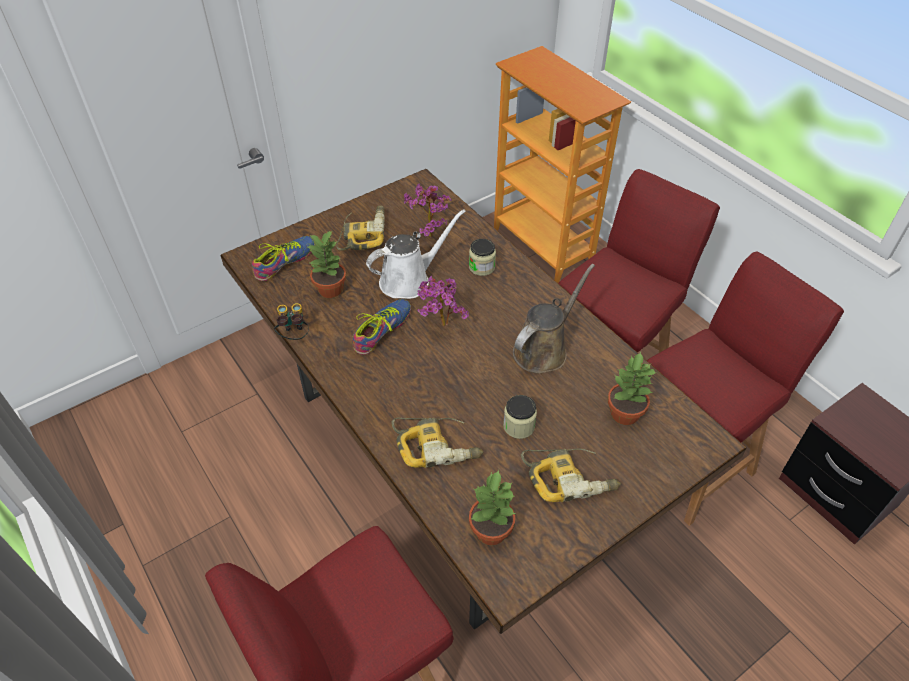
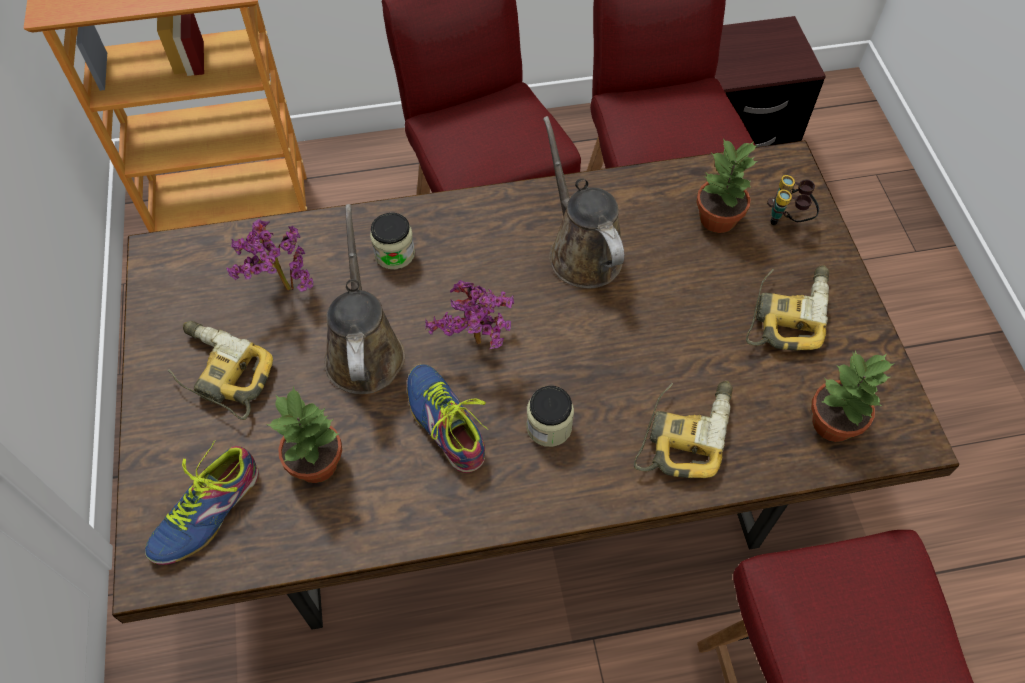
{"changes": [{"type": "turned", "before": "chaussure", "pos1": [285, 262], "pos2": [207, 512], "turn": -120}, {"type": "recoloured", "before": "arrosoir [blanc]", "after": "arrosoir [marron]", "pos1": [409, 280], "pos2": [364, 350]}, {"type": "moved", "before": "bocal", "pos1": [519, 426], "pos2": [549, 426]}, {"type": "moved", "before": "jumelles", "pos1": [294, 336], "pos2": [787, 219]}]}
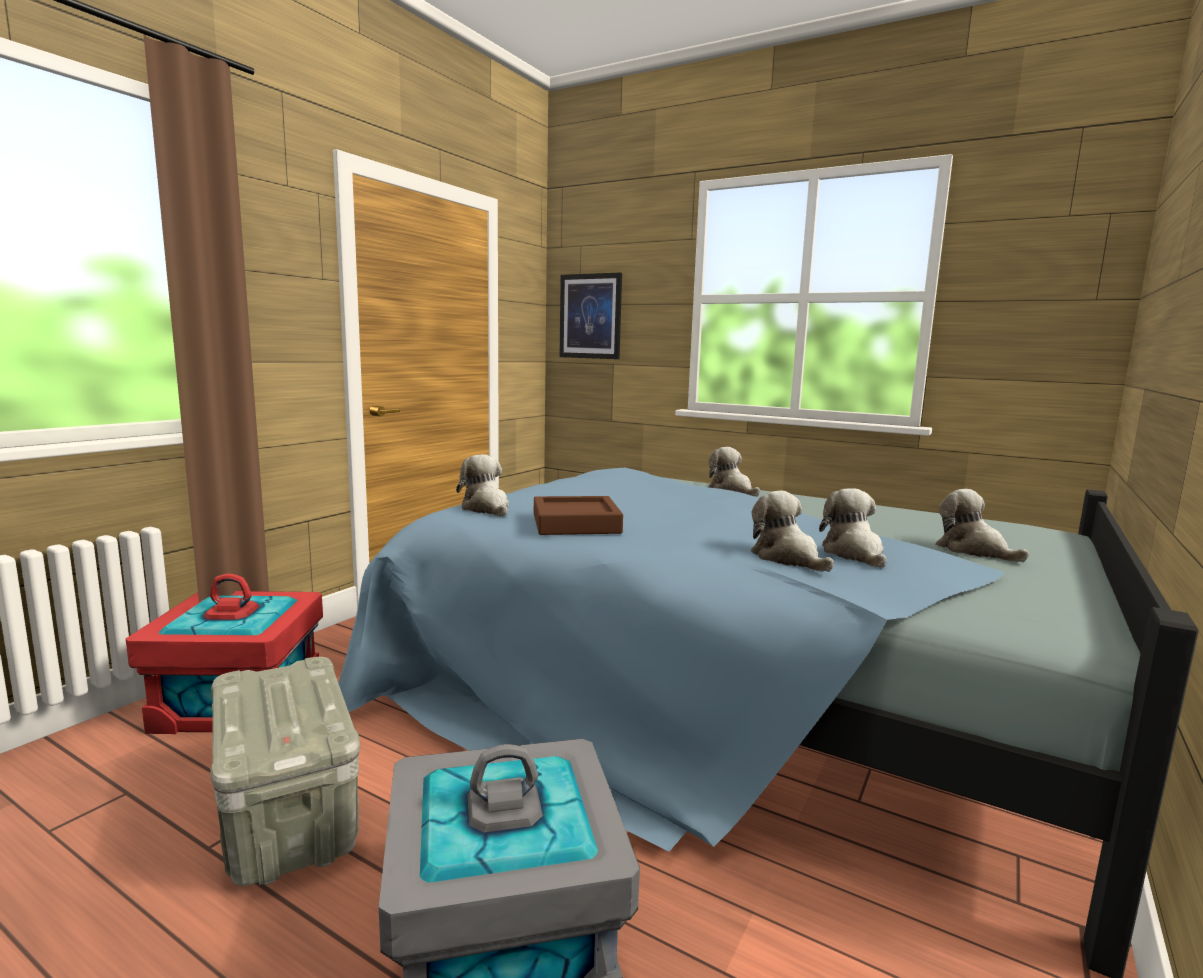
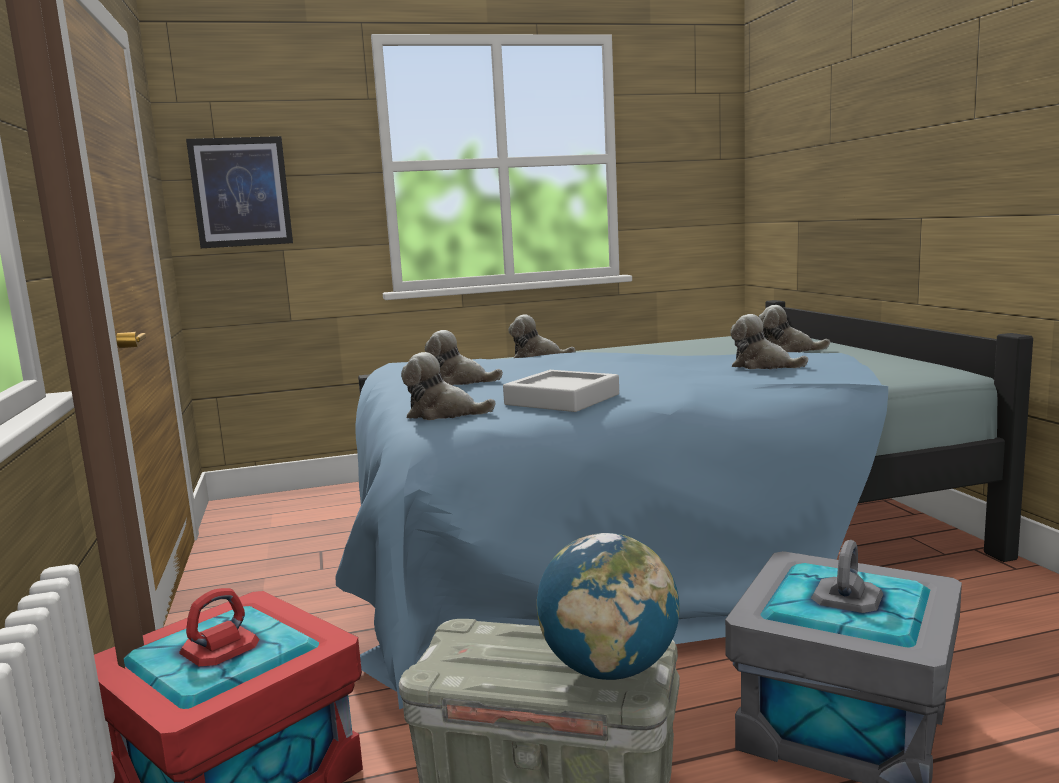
{"changes": [{"type": "moved", "before": "peluche", "pos1": [787, 558], "pos2": [459, 381]}, {"type": "recoloured", "before": "plateau [marron]", "after": "plateau [gris]", "pos1": [576, 524], "pos2": [562, 399]}, {"type": "added", "after": "globe", "pos2": [610, 669]}]}
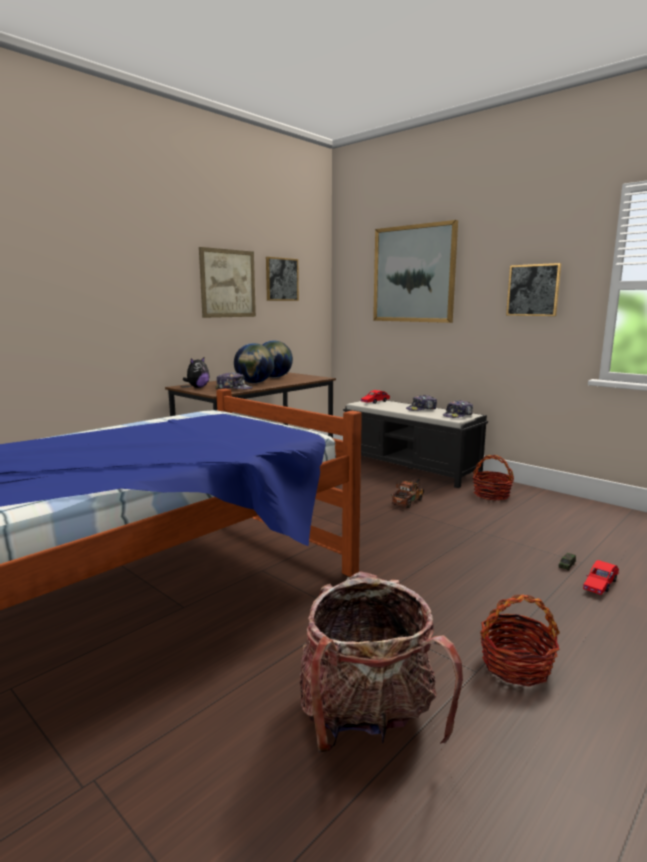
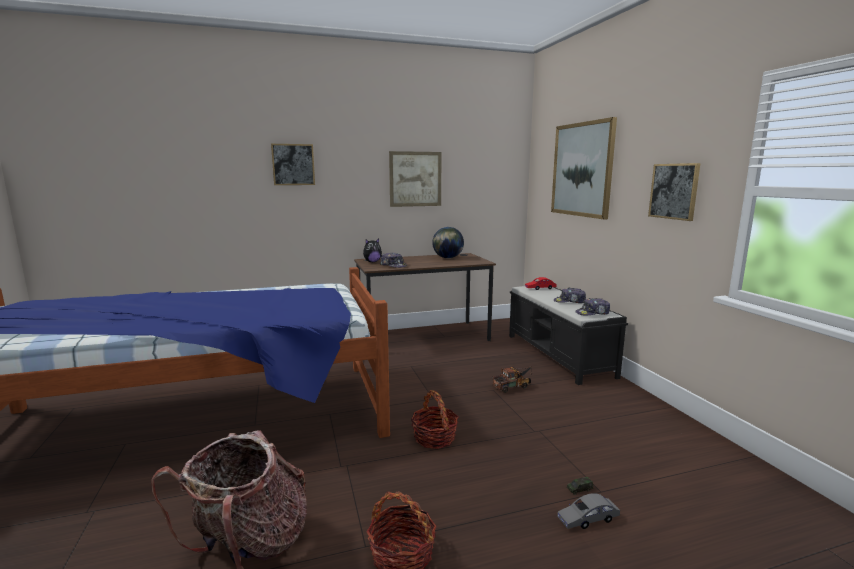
{"changes": [{"type": "moved", "before": "tableau", "pos1": [281, 279], "pos2": [293, 164]}, {"type": "moved", "before": "panier", "pos1": [491, 495], "pos2": [434, 438]}, {"type": "recoloured", "before": "petite voiture [rouge]", "after": "petite voiture [gris]", "pos1": [600, 584], "pos2": [588, 519]}, {"type": "removed", "before": "globe", "pos1": [254, 383]}]}
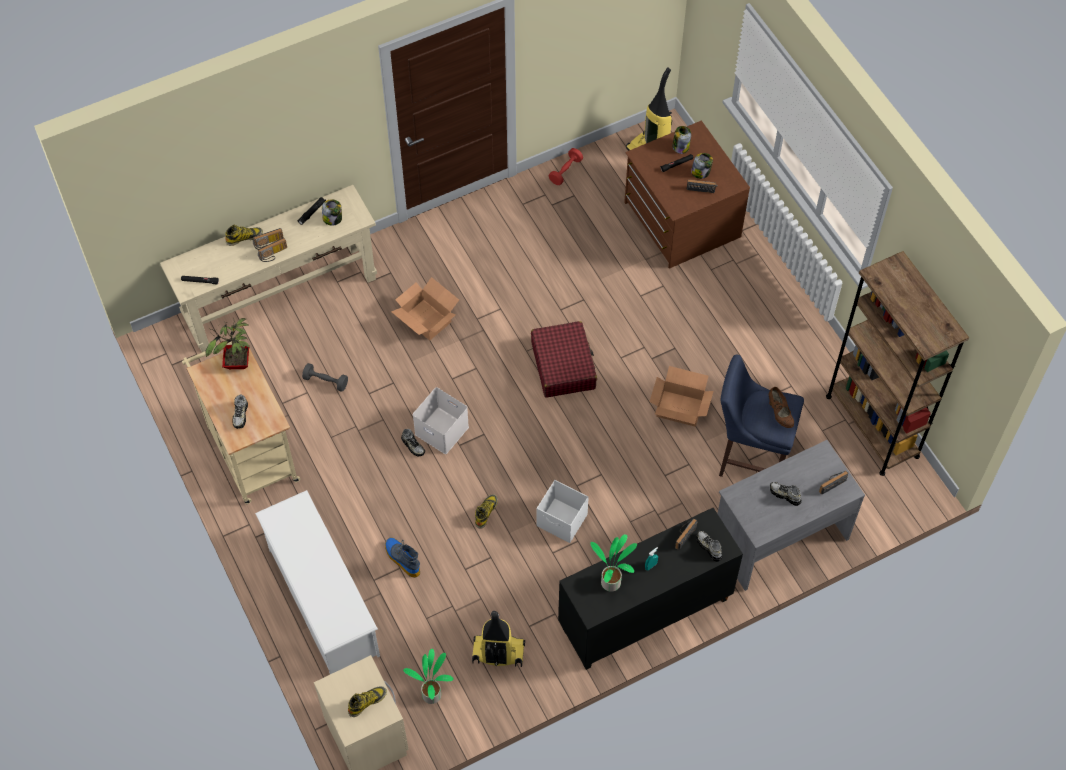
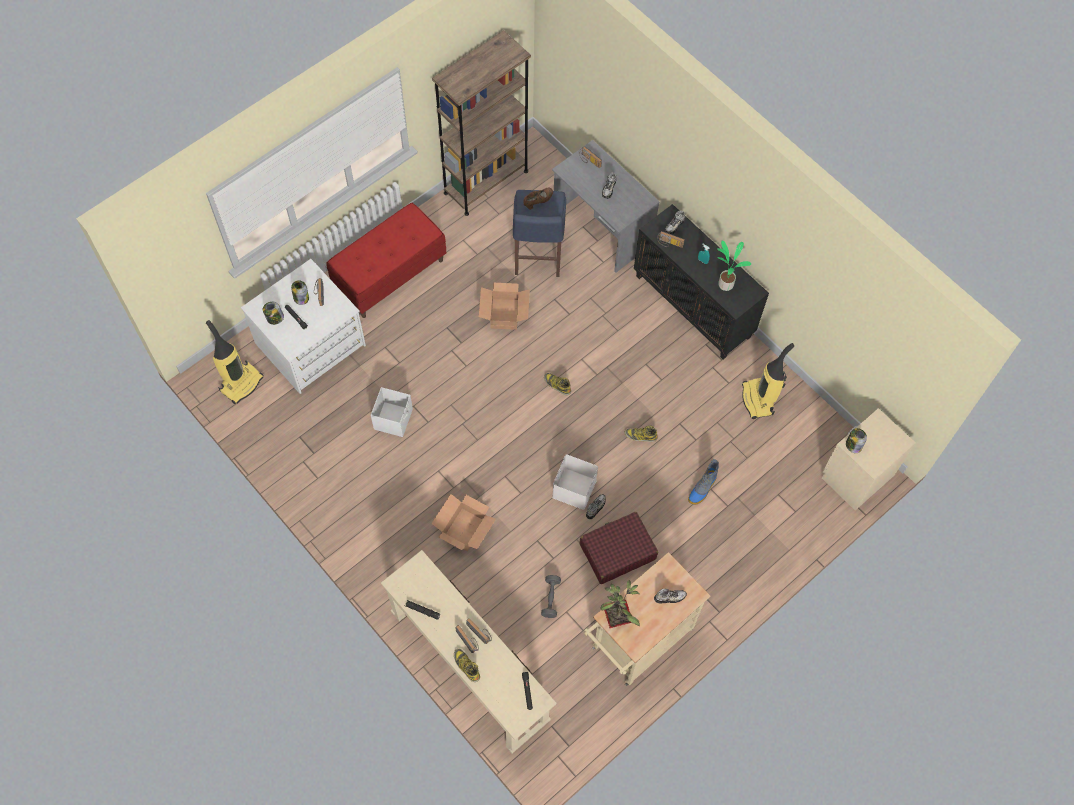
{"changes": [{"type": "recoloured", "before": "commode [marron]", "after": "commode [blanc]", "pos1": [680, 220], "pos2": [311, 346]}, {"type": "added", "after": "banc [rouge]", "pos2": [390, 274]}, {"type": "moved", "before": "boîte de rangement [blanc]", "pos1": [562, 521], "pos2": [394, 419]}, {"type": "moved", "before": "botte", "pos1": [367, 702], "pos2": [557, 385]}, {"type": "moved", "before": "valise [rouge]", "pos1": [563, 365], "pos2": [617, 551]}, {"type": "moved", "before": "bocal", "pos1": [333, 218], "pos2": [853, 445]}, {"type": "removed", "before": "étagère à chaussures [blanc]", "pos1": [323, 601]}, {"type": "removed", "before": "plante en pot", "pos1": [433, 694]}, {"type": "removed", "before": "haltère [rouge]", "pos1": [565, 171]}]}
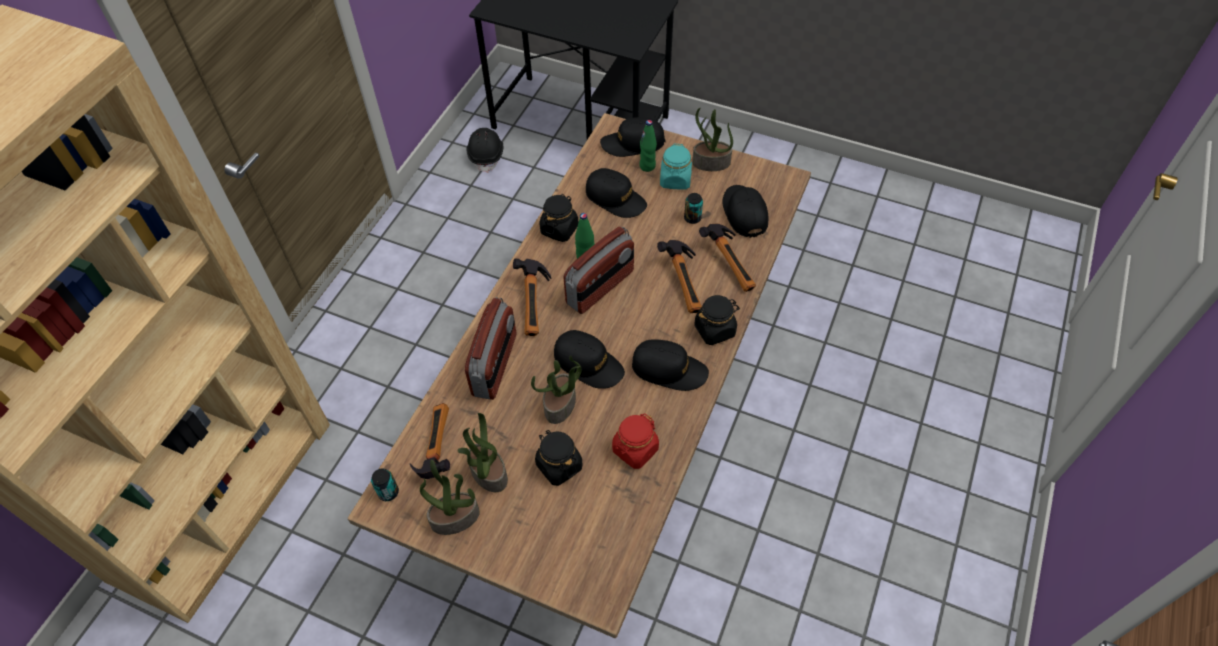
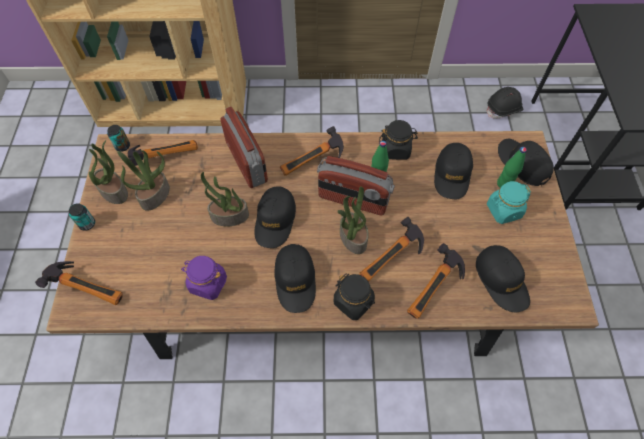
{"changes": [{"type": "added", "after": "marteau", "pos2": [90, 286]}, {"type": "moved", "before": "boîte métallique", "pos1": [692, 218], "pos2": [87, 224]}, {"type": "recoloured", "before": "bocal [rouge]", "after": "bocal [violet]", "pos1": [635, 450], "pos2": [208, 283]}, {"type": "turned", "before": "radio", "pos1": [495, 365], "pos2": [247, 162], "turn": -105}, {"type": "moved", "before": "plante en pot", "pos1": [710, 163], "pos2": [352, 237]}, {"type": "turned", "before": "casquette [noir]", "pos1": [744, 213], "pos2": [502, 280], "turn": 105}, {"type": "removed", "before": "bocal [noir]", "pos1": [559, 466]}]}
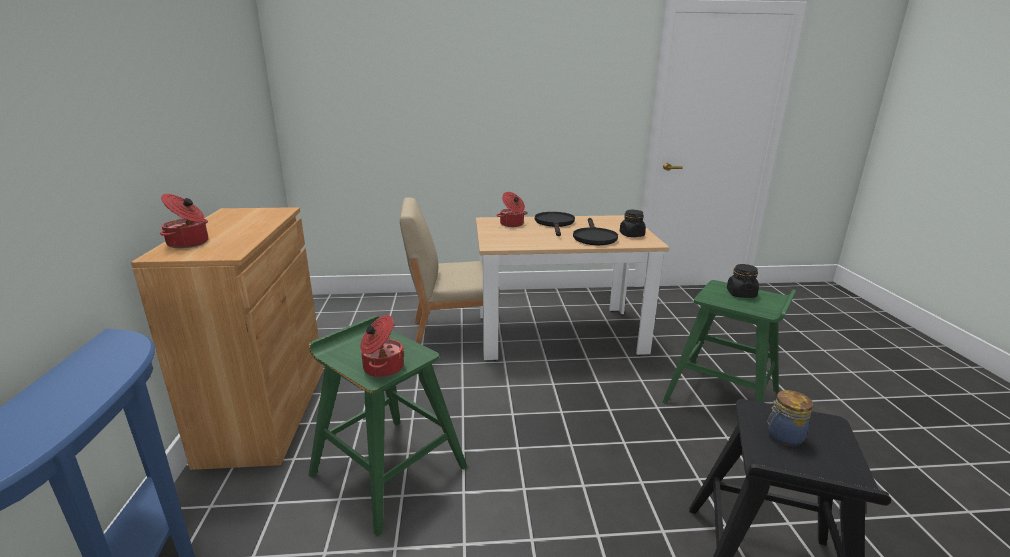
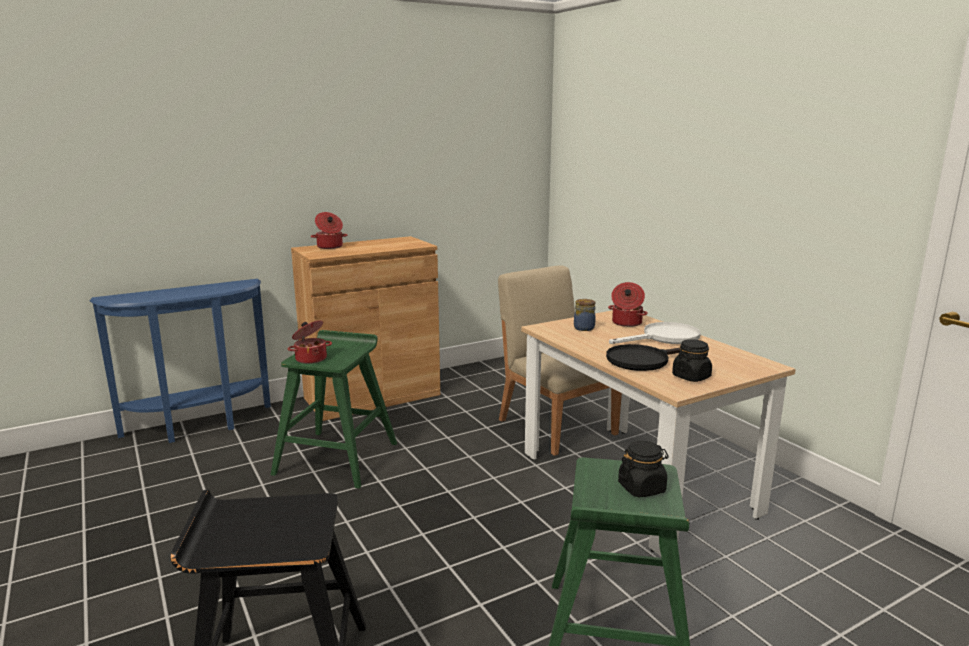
{"changes": [{"type": "moved", "before": "bocal", "pos1": [783, 436], "pos2": [583, 328]}, {"type": "recoloured", "before": "poêle [noir]", "after": "poêle [blanc]", "pos1": [555, 224], "pos2": [664, 338]}]}
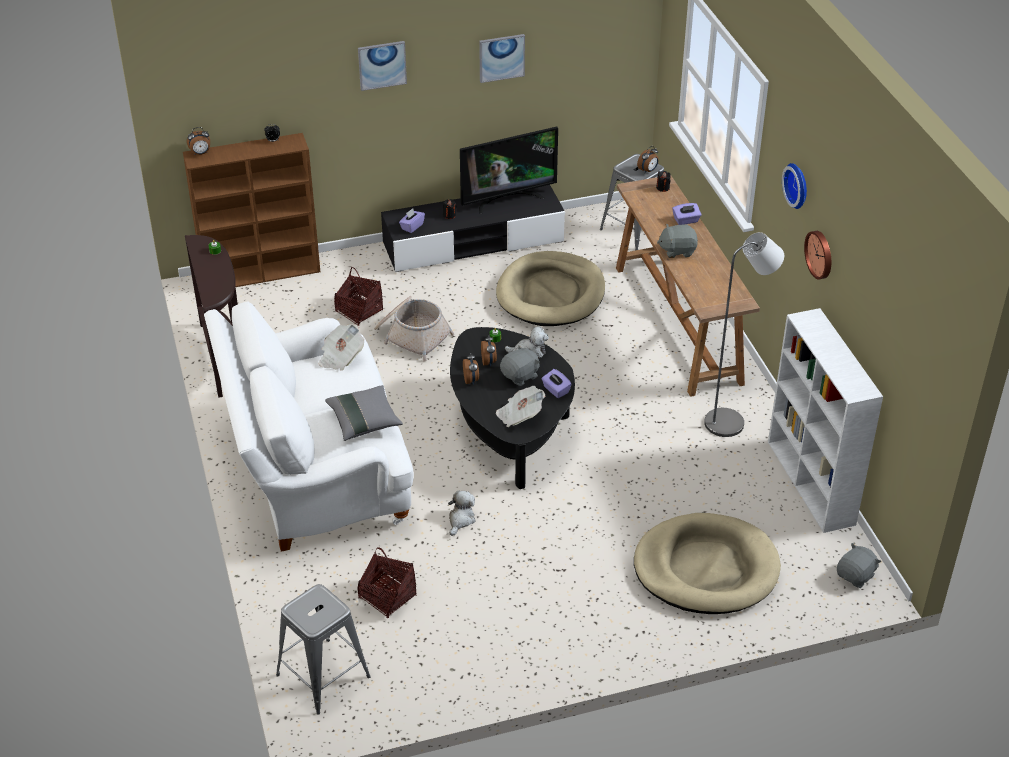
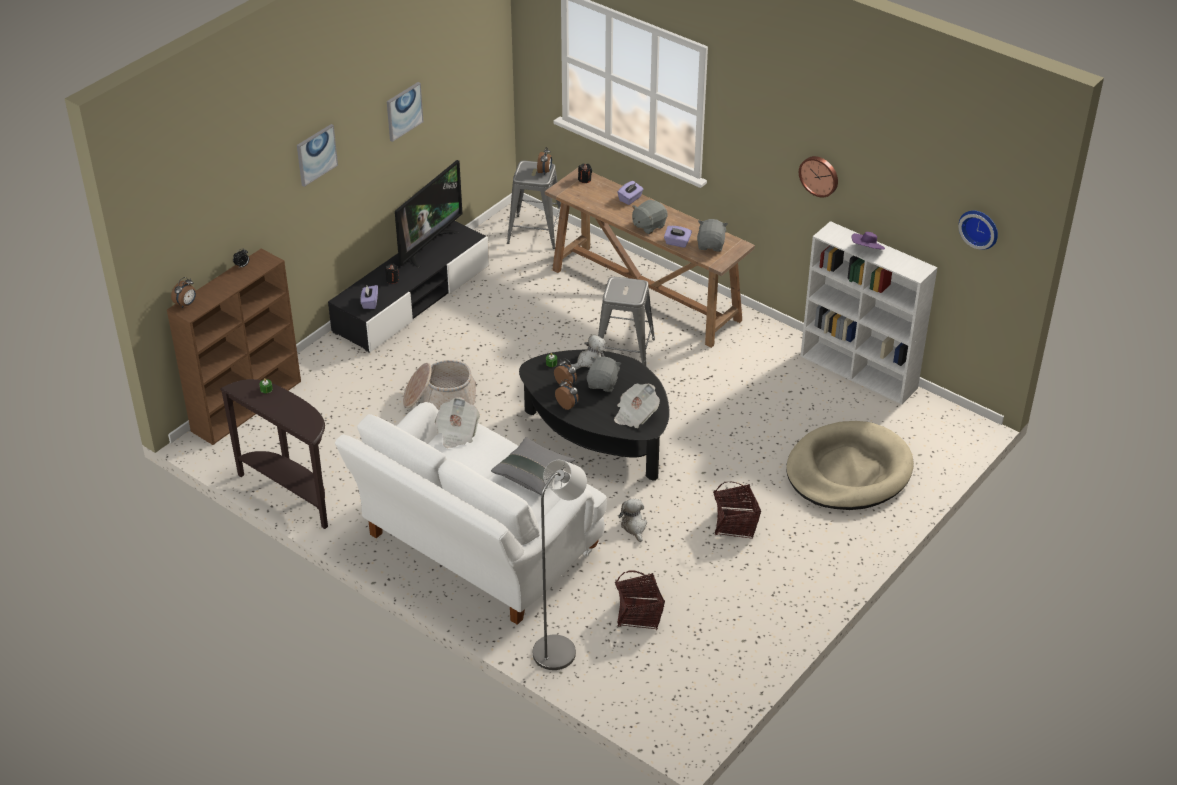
{"changes": [{"type": "moved", "before": "lampadaire [gris]", "pos1": [731, 421], "pos2": [559, 648]}, {"type": "moved", "before": "tabouret [gris]", "pos1": [323, 676], "pos2": [624, 352]}, {"type": "moved", "before": "boîte à mouchoirs [violet]", "pos1": [555, 390], "pos2": [677, 243]}, {"type": "moved", "before": "peluche [gris]", "pos1": [856, 576], "pos2": [711, 245]}, {"type": "moved", "before": "panier", "pos1": [359, 311], "pos2": [735, 523]}, {"type": "added", "after": "chapeau [violet]", "pos2": [867, 249]}, {"type": "moved", "before": "horloge murale", "pos1": [798, 185], "pos2": [980, 228]}, {"type": "removed", "before": "panier pour chien [beige]", "pos1": [551, 293]}]}
